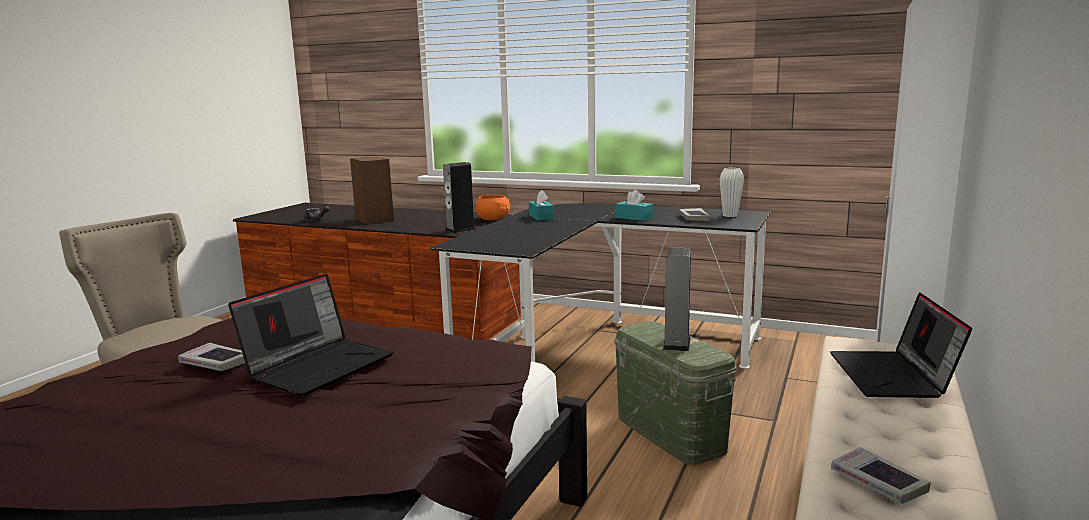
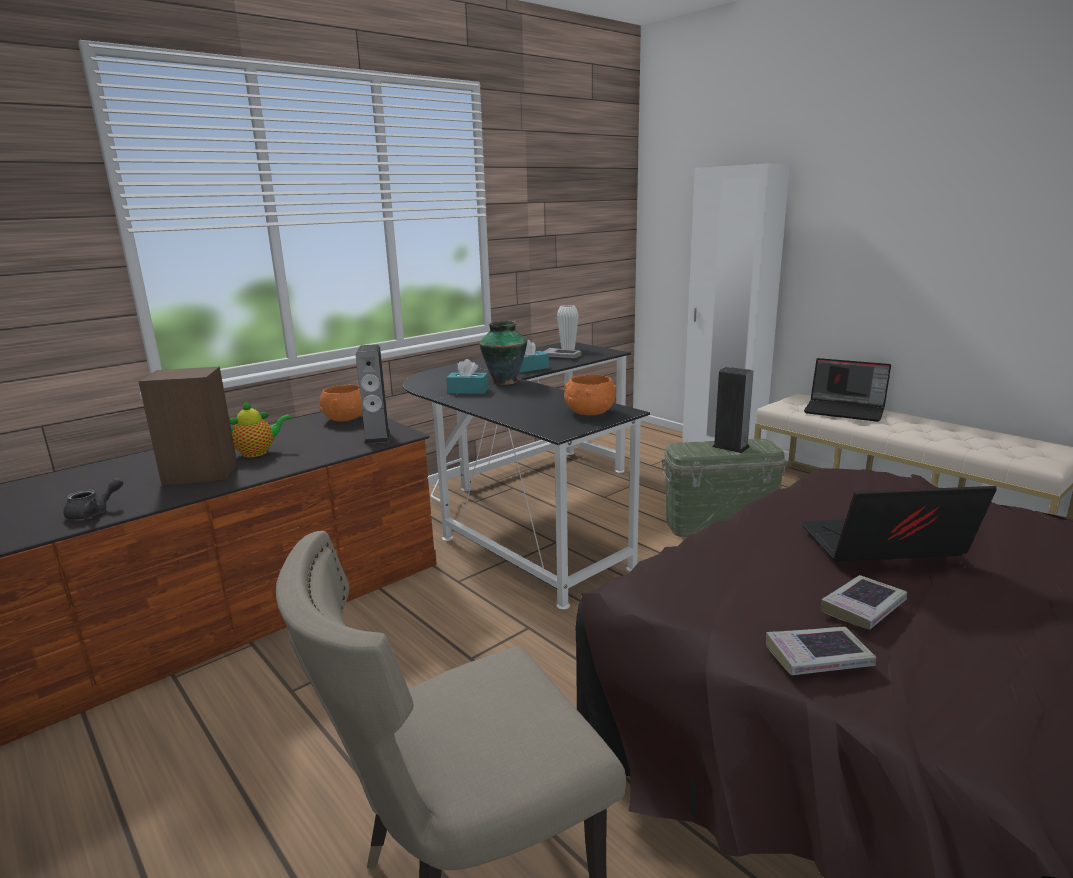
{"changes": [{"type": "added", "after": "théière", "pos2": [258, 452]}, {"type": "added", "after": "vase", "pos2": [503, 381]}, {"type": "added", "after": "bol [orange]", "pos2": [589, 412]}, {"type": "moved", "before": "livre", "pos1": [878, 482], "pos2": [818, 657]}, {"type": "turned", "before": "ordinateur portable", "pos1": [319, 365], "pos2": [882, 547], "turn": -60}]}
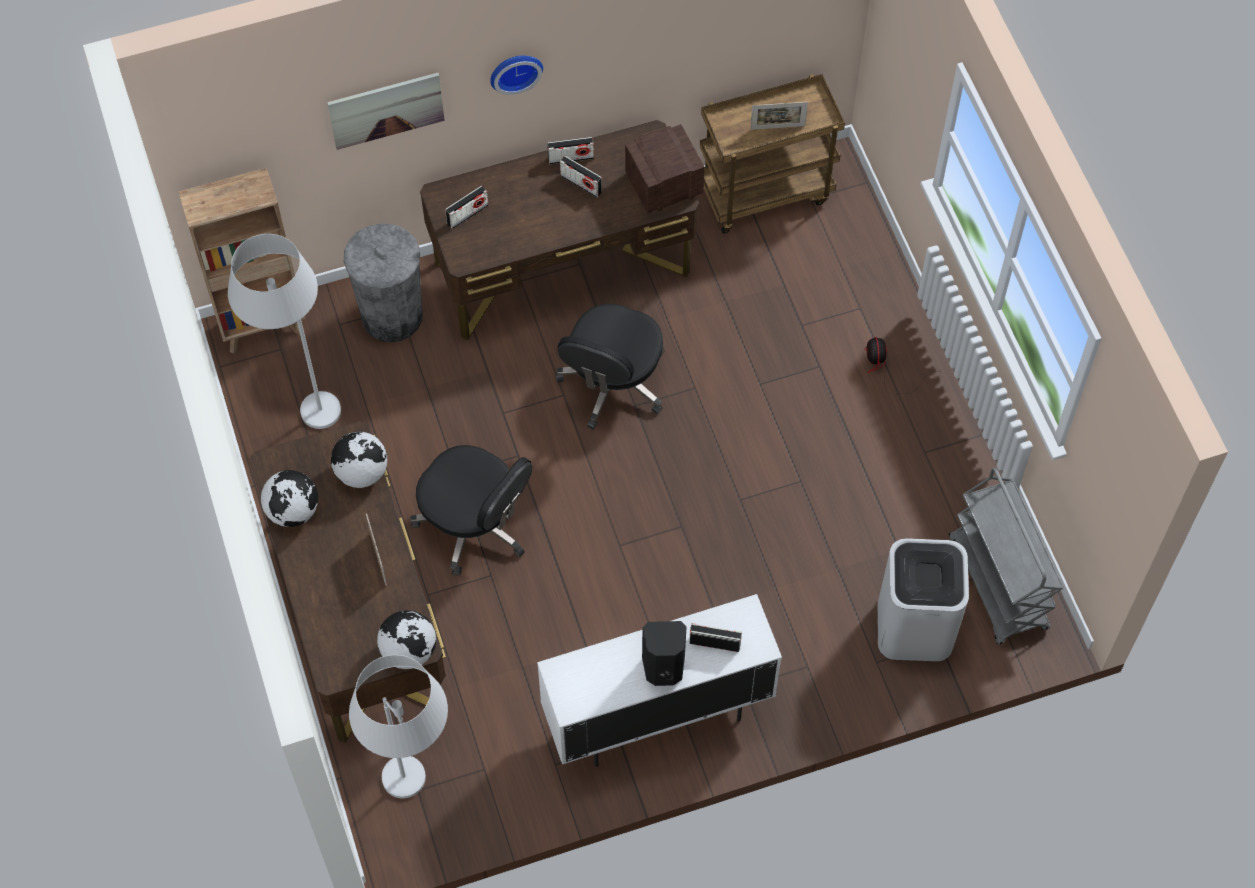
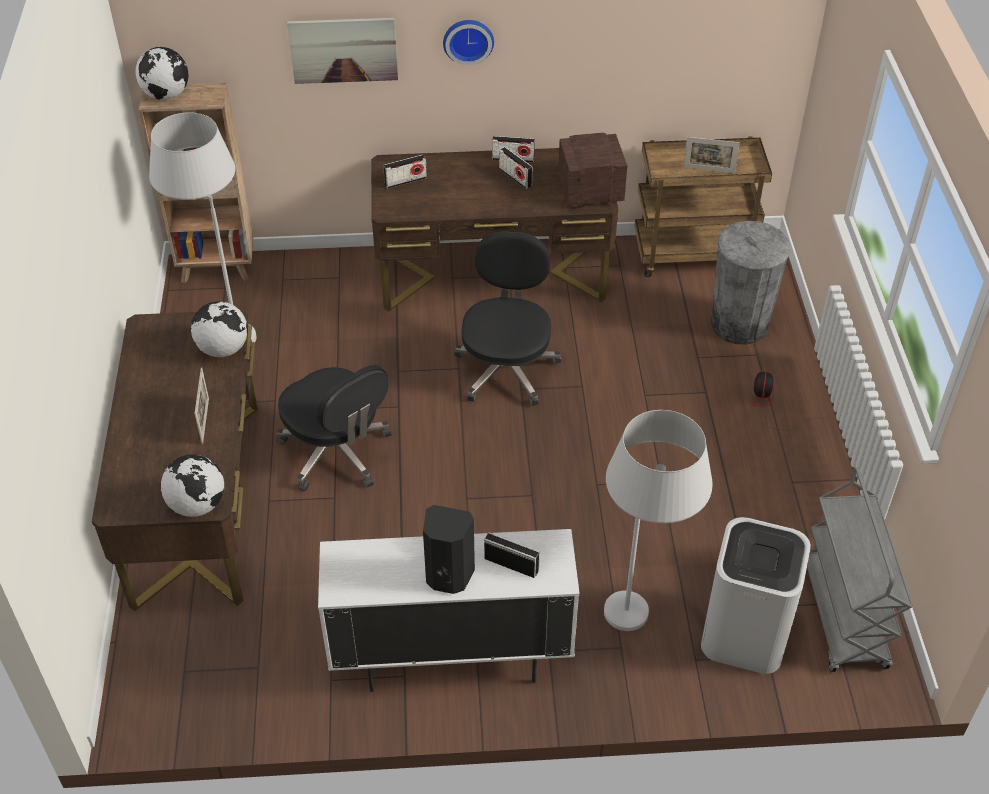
{"changes": [{"type": "moved", "before": "globe", "pos1": [293, 511], "pos2": [166, 95]}, {"type": "turned", "before": "chaise de bureau [noir]", "pos1": [612, 383], "pos2": [506, 368], "turn": 150}, {"type": "moved", "before": "lampadaire [blanc]", "pos1": [418, 796], "pos2": [638, 631]}, {"type": "moved", "before": "poubelle [gris]", "pos1": [392, 316], "pos2": [739, 324]}]}
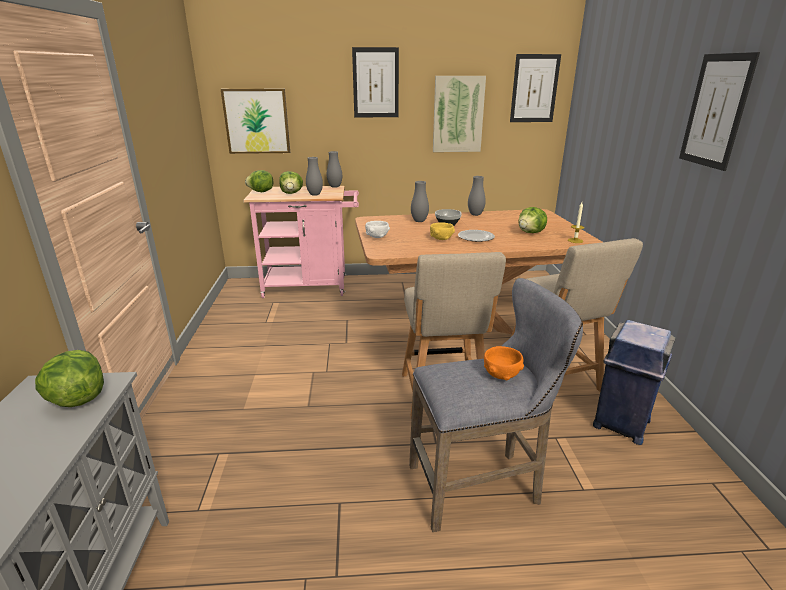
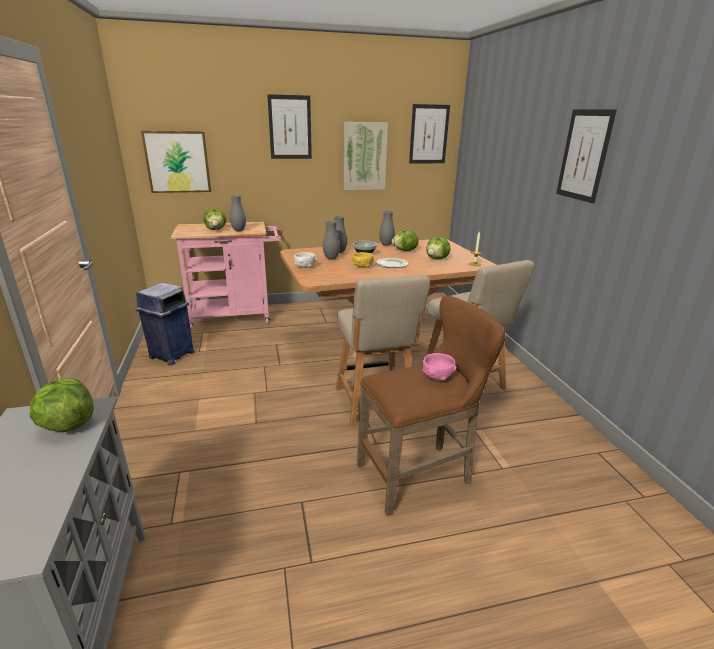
{"changes": [{"type": "moved", "before": "poubelle [bleu]", "pos1": [621, 424], "pos2": [171, 355]}, {"type": "moved", "before": "vase [gris]", "pos1": [335, 187], "pos2": [331, 258]}, {"type": "recoloured", "before": "tabouret [gris]", "after": "tabouret [marron]", "pos1": [481, 486], "pos2": [420, 474]}, {"type": "moved", "before": "laitue", "pos1": [261, 192], "pos2": [405, 251]}, {"type": "recoloured", "before": "bol [orange]", "after": "bol [rose]", "pos1": [501, 375], "pos2": [437, 377]}]}
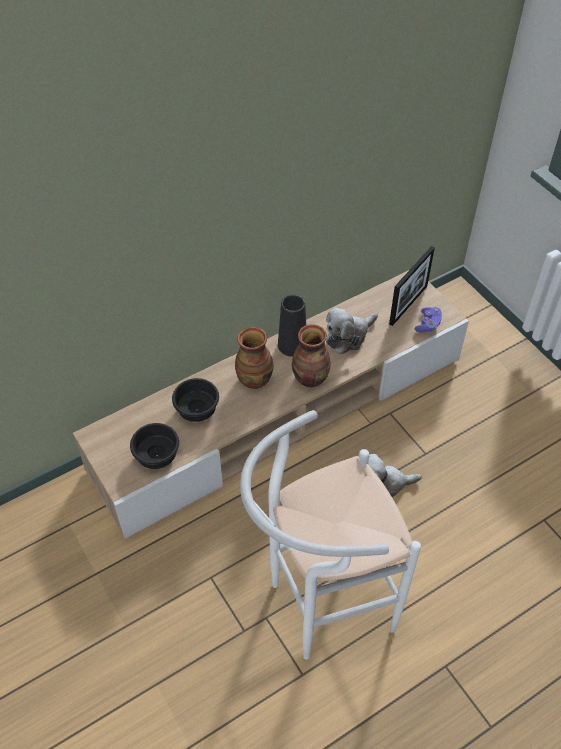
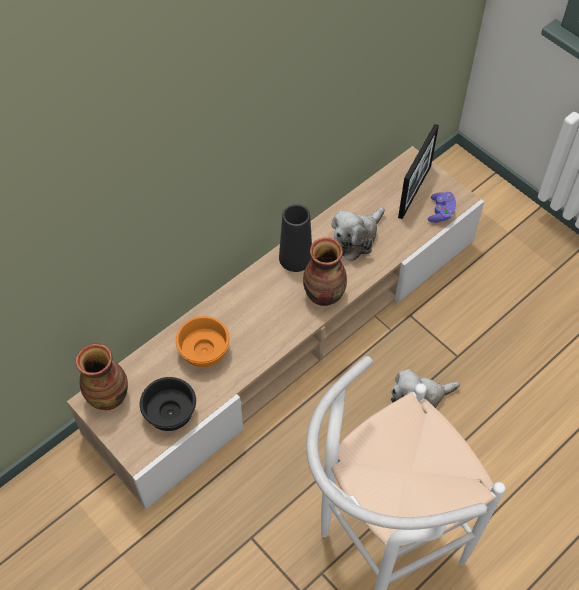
{"changes": [{"type": "moved", "before": "vase", "pos1": [254, 379], "pos2": [108, 396]}, {"type": "recoloured", "before": "bol [noir]", "after": "bol [orange]", "pos1": [198, 409], "pos2": [206, 351]}]}
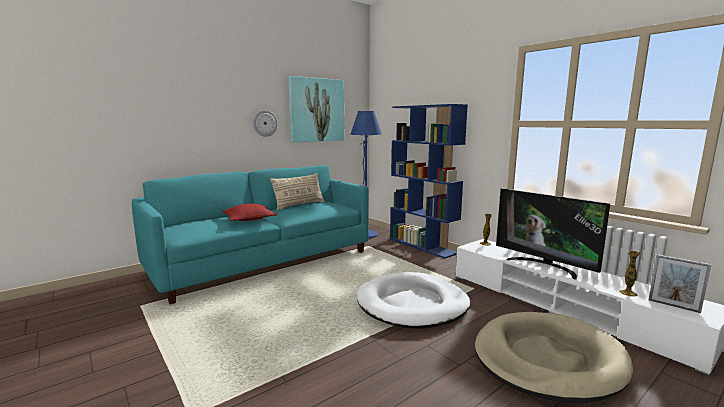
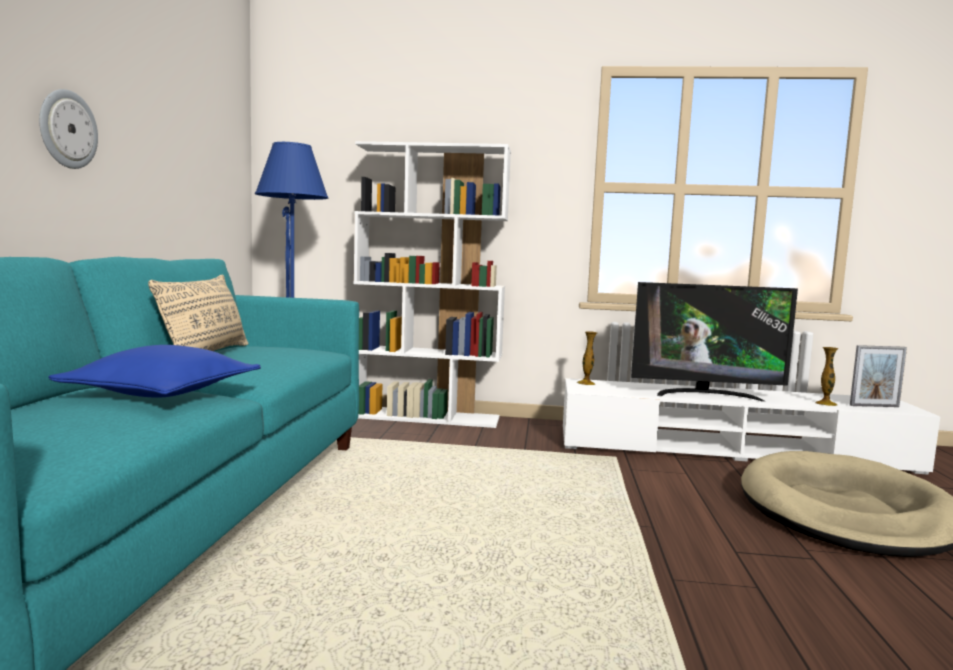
{"changes": [{"type": "recoloured", "before": "coussin [rouge]", "after": "coussin [bleu]", "pos1": [249, 219], "pos2": [163, 393]}, {"type": "recoloured", "before": "bibliothèque [bleu]", "after": "bibliothèque [blanc]", "pos1": [423, 246], "pos2": [428, 417]}, {"type": "removed", "before": "tableau", "pos1": [317, 110]}, {"type": "removed", "before": "panier pour chien [blanc]", "pos1": [412, 304]}]}
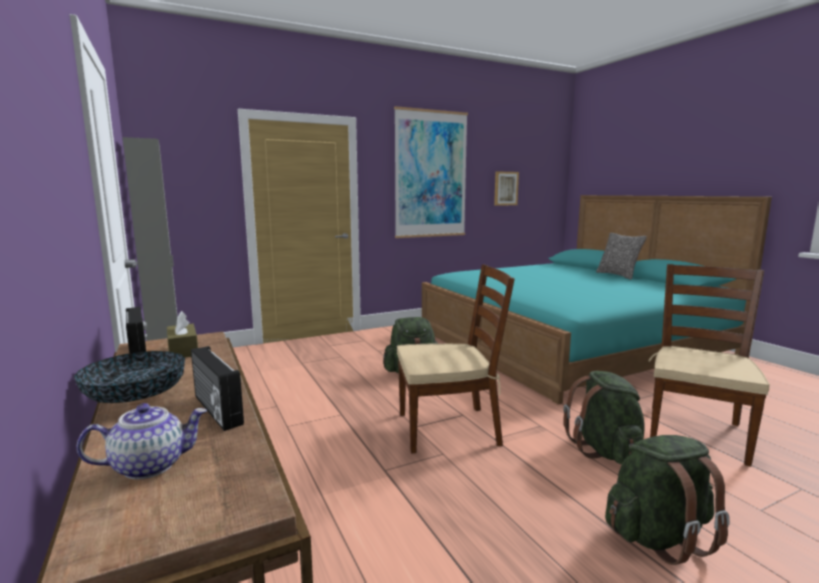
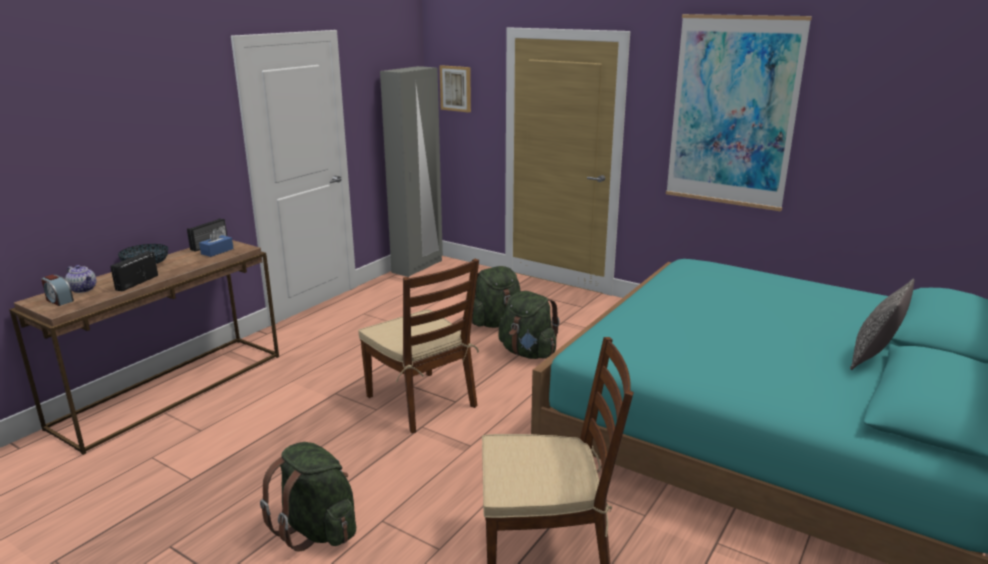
{"changes": [{"type": "added", "after": "réveil", "pos2": [59, 300]}, {"type": "recoloured", "before": "boîte à mouchoirs [marron]", "after": "boîte à mouchoirs [bleu]", "pos1": [183, 350], "pos2": [217, 251]}, {"type": "moved", "before": "tableau", "pos1": [505, 188], "pos2": [456, 88]}, {"type": "moved", "before": "sac à dos [vert]", "pos1": [605, 450], "pos2": [497, 323]}]}
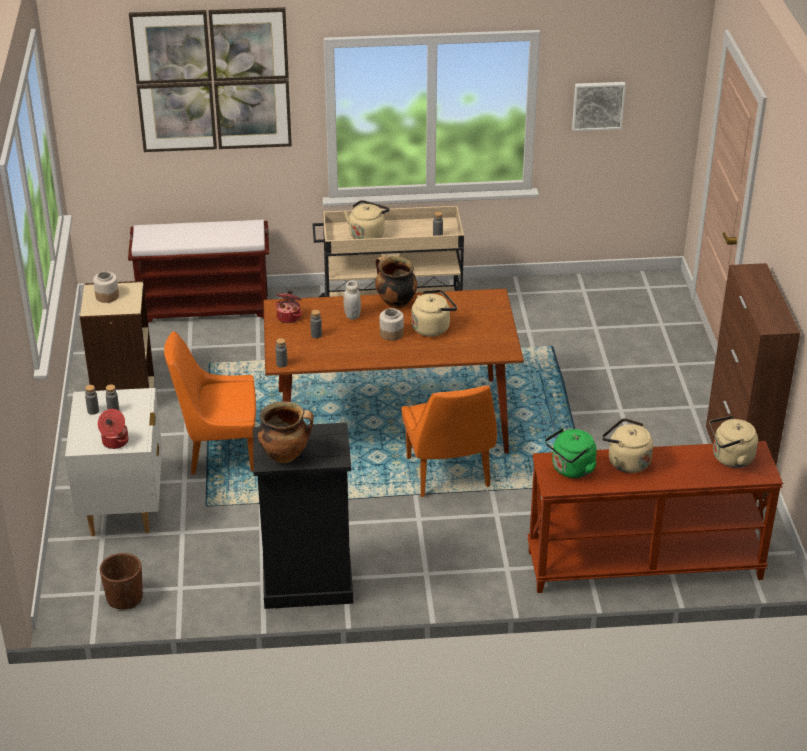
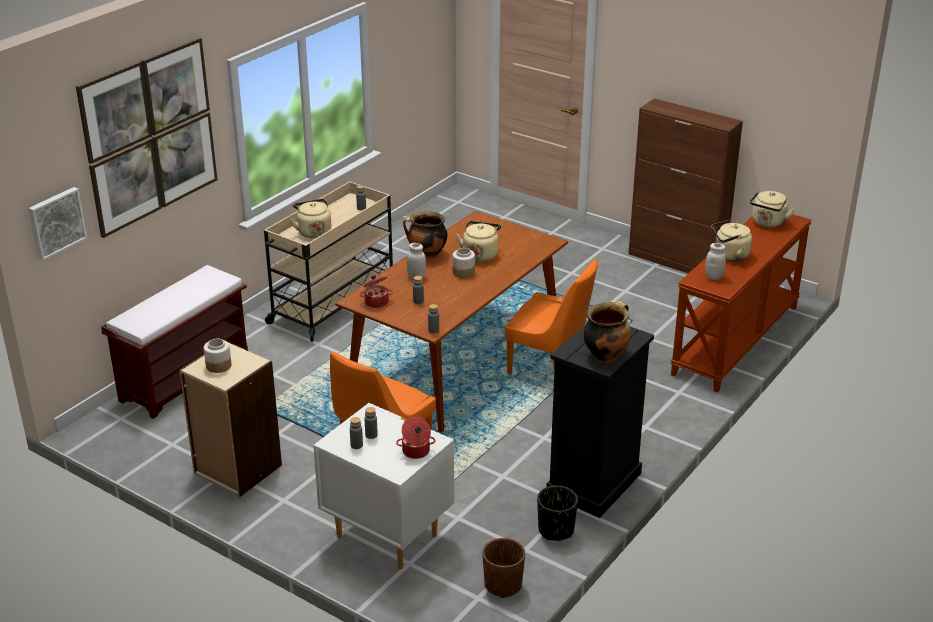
{"changes": [{"type": "moved", "before": "tableau", "pos1": [598, 105], "pos2": [56, 222]}, {"type": "added", "after": "cache-pot [noir]", "pos2": [556, 530]}, {"type": "replaced", "before": "bouilloire [vert]", "after": "bocal [blanc]", "pos1": [571, 469], "pos2": [714, 277]}]}
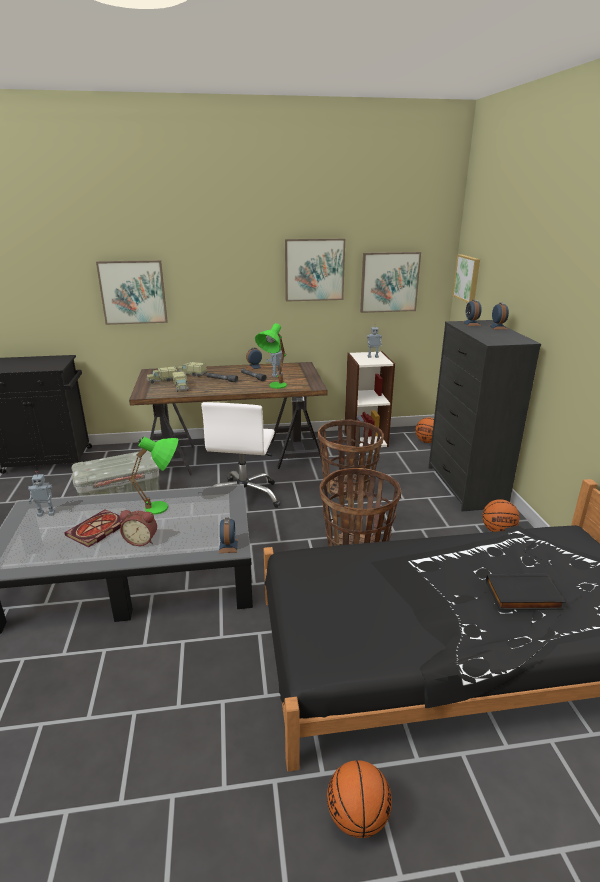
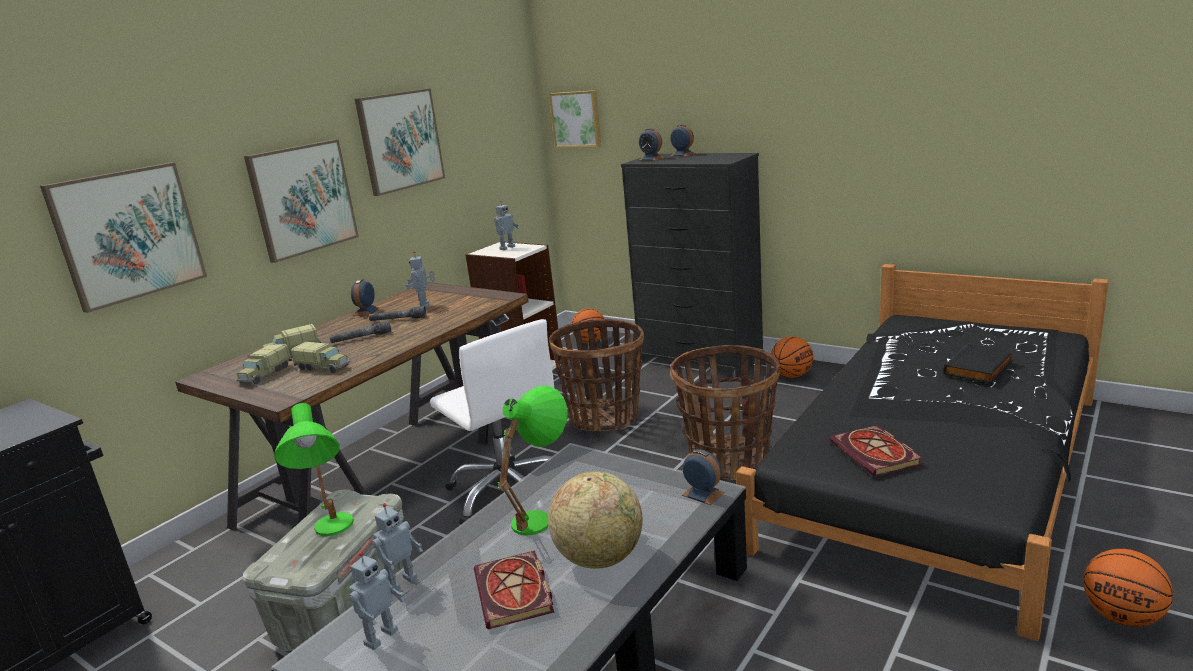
{"changes": [{"type": "moved", "before": "tableau", "pos1": [389, 282], "pos2": [302, 199]}, {"type": "moved", "before": "lampe de table [vert]", "pos1": [273, 387], "pos2": [332, 533]}, {"type": "added", "after": "robot jouet", "pos2": [400, 582]}, {"type": "replaced", "before": "réveil", "after": "globe", "pos1": [141, 540], "pos2": [600, 558]}, {"type": "added", "after": "livre", "pos2": [877, 454]}]}
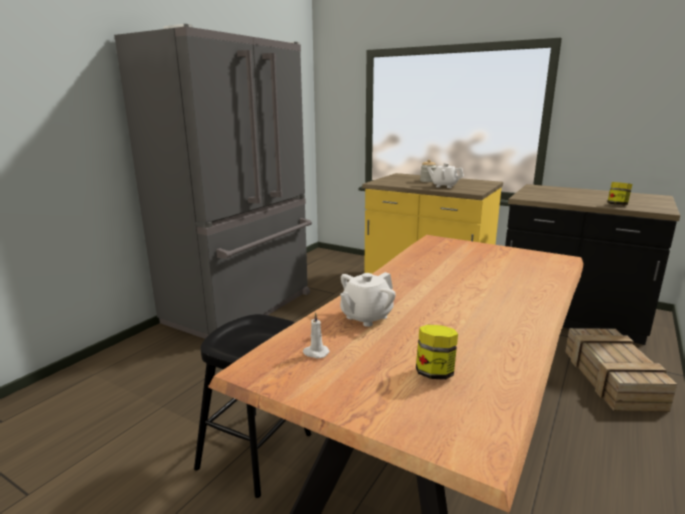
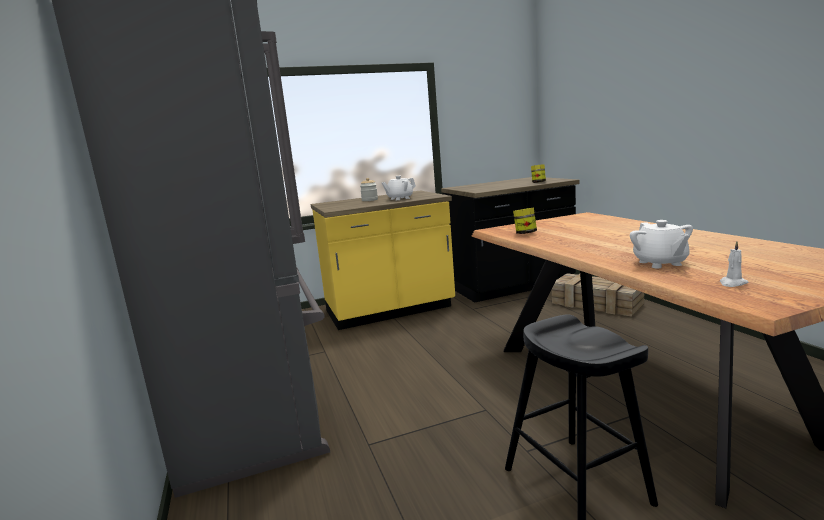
{"changes": [{"type": "moved", "before": "bocal", "pos1": [434, 373], "pos2": [525, 233]}]}
